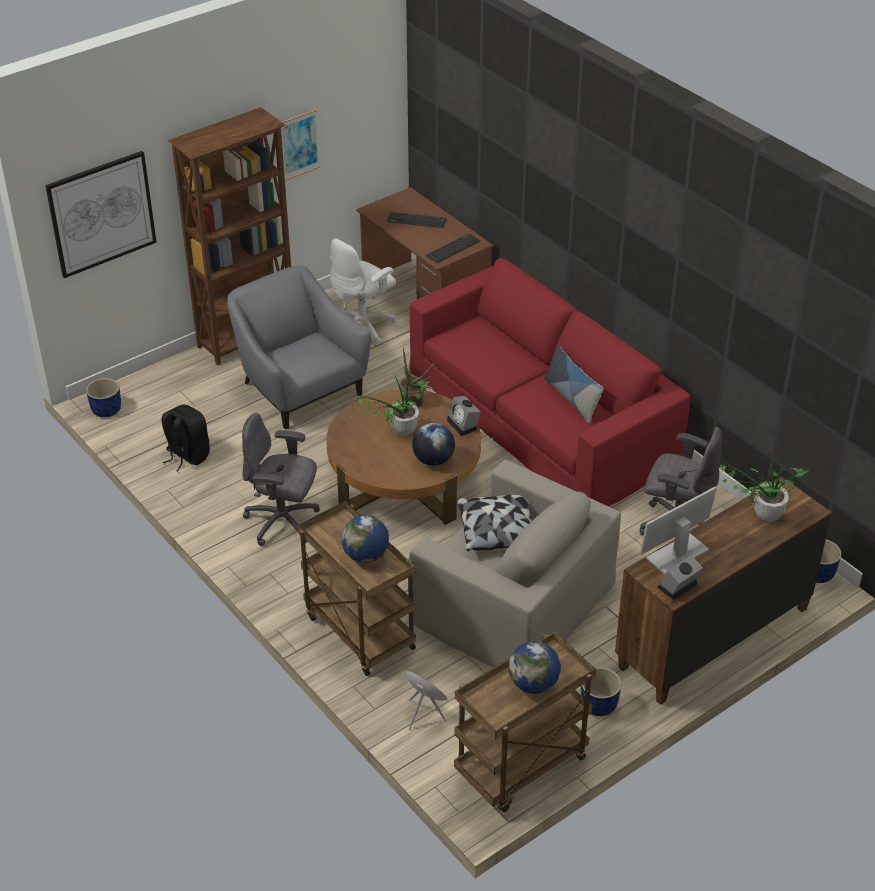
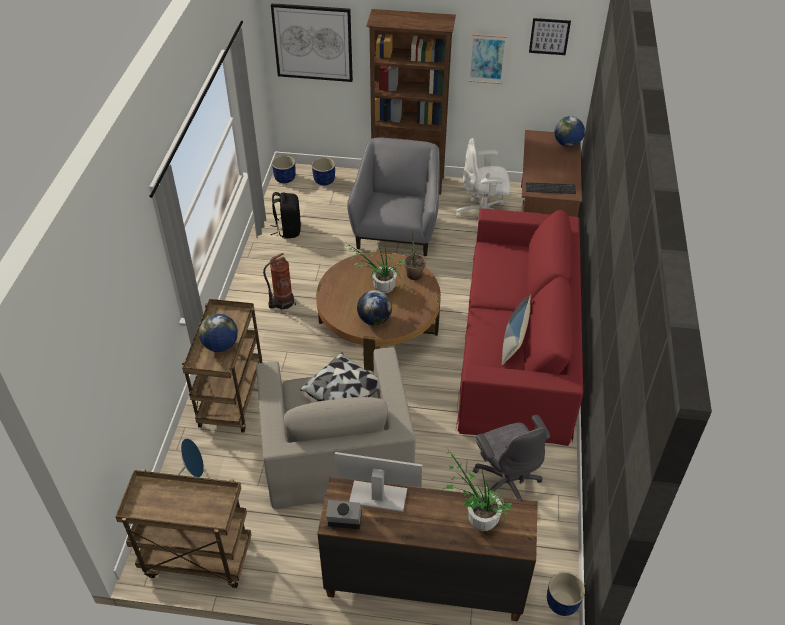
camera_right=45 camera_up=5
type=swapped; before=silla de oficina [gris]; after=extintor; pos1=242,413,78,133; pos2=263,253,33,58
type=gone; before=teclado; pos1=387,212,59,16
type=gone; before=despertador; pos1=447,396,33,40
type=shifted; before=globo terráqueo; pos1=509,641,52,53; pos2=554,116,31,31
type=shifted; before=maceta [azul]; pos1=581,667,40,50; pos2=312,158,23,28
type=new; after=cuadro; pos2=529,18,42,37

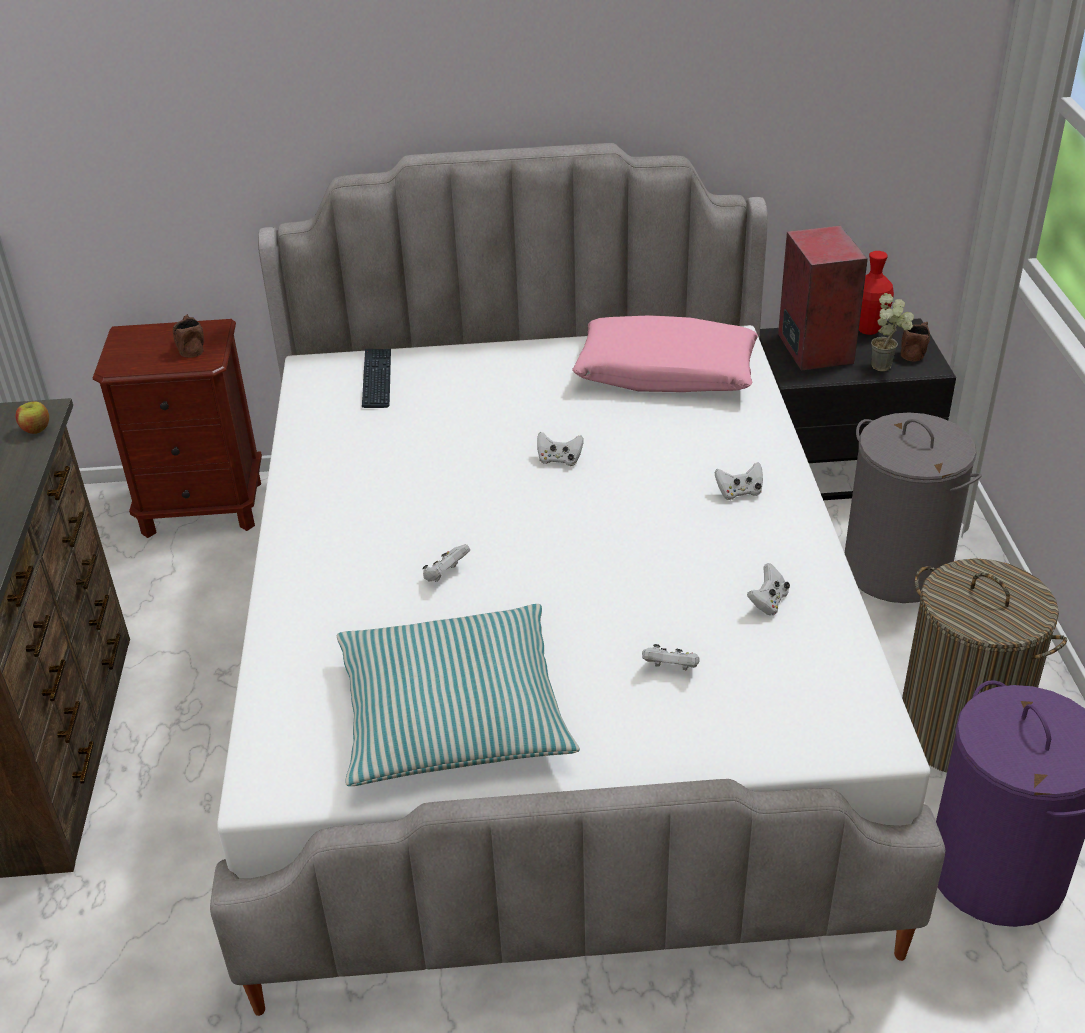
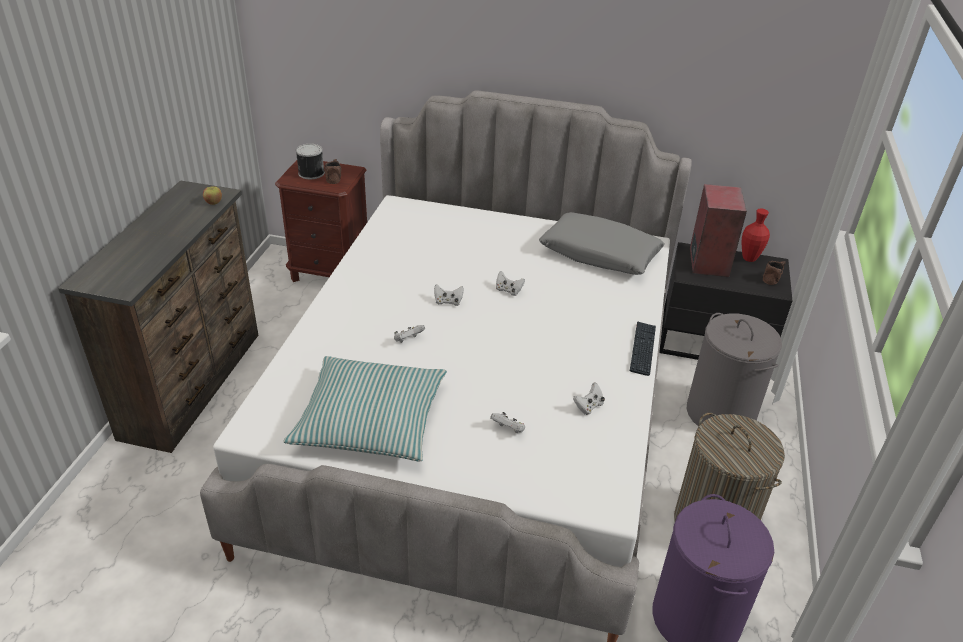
camera_right=15 camera_up=0
type=shifted; before=teclado; pos1=362,349,29,59; pos2=630,321,26,55
type=repainted; before=cojín [rosa]; after=cojín [gris]; pos1=572,316,186,76; pos2=539,212,126,63
type=shifted; before=mando de consola [blanco]; pos1=714,462,49,38; pos2=434,284,30,22
type=gone; before=planta en maceta; pos1=871,293,43,78
type=new; after=lata; pos2=296,144,29,35

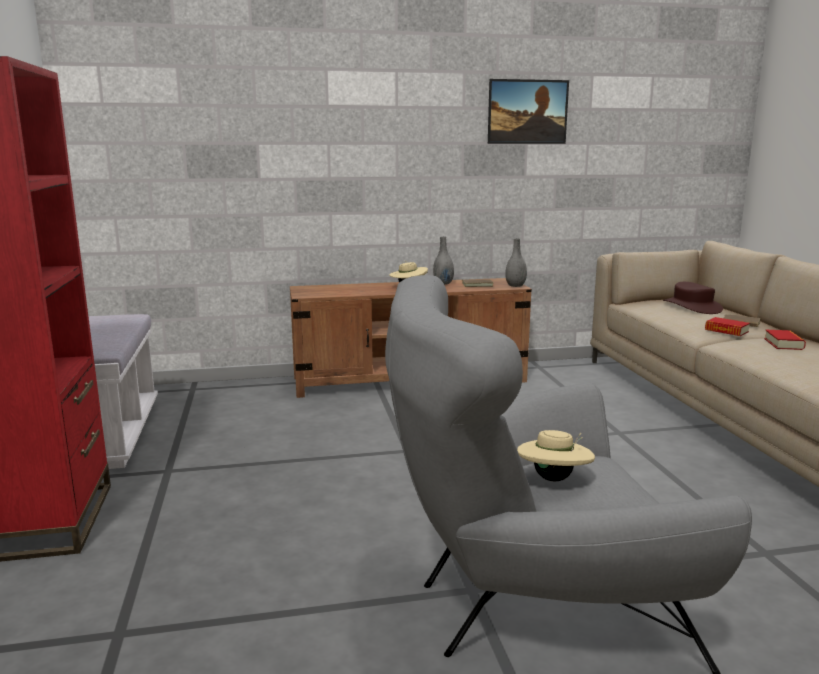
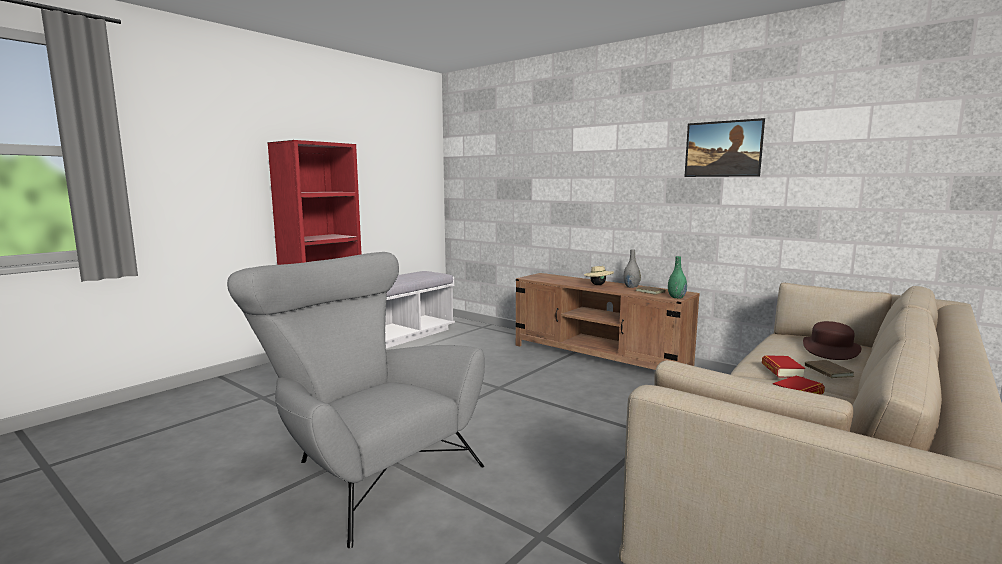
camera_right=50 camera_up=-5
type=repainted; before=florero [gris]; after=florero [verde]; pos1=505,238,22,49; pos2=668,256,19,42
type=gone; before=sombrero [beis]; pos1=517,430,78,51

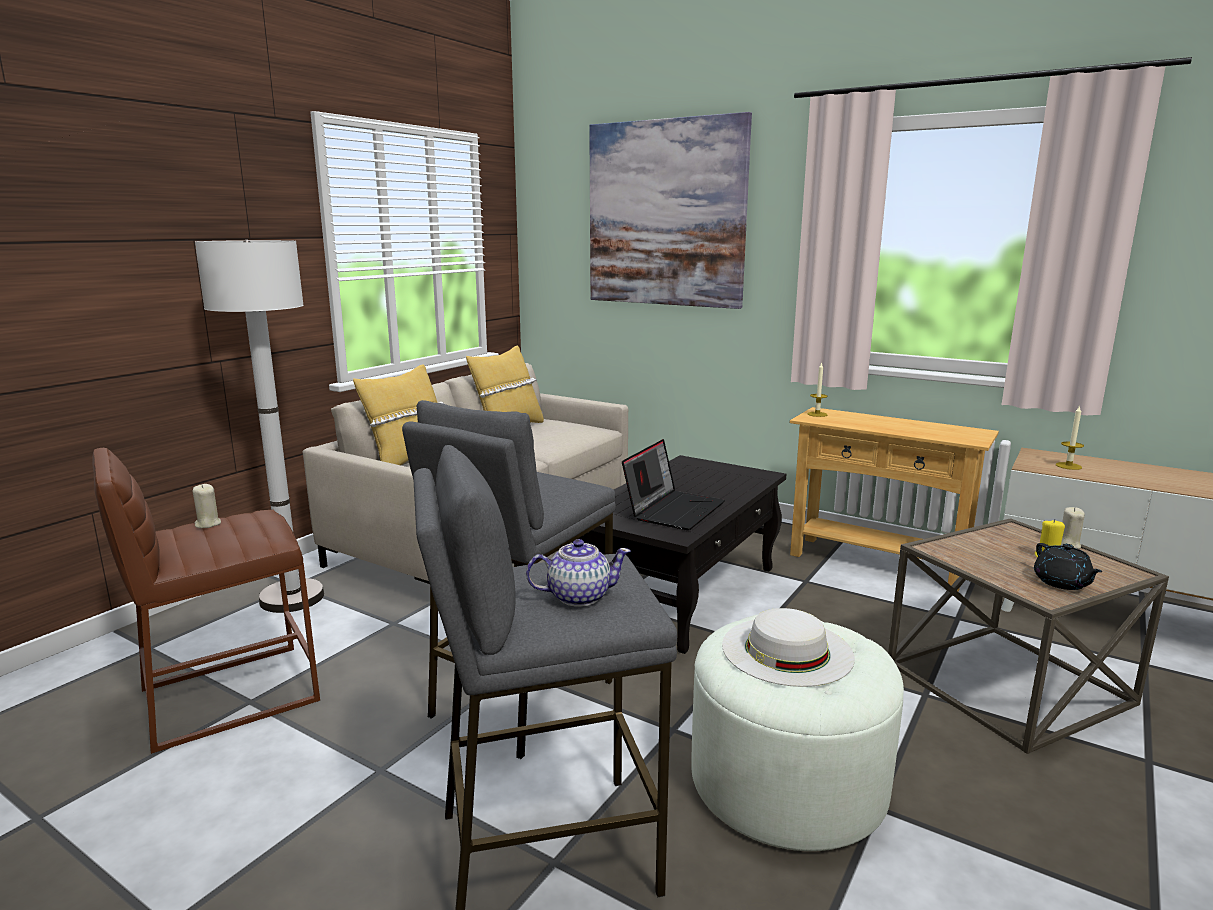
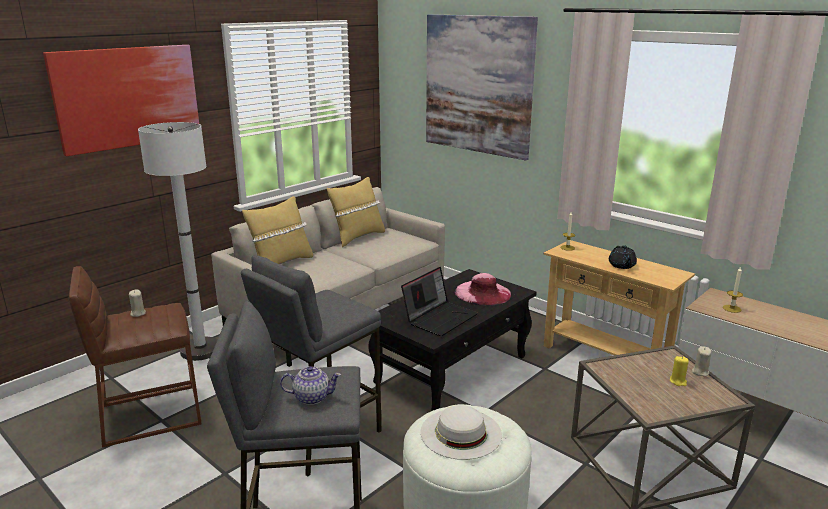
camera_right=10 camera_up=5
type=shifted; before=tetera [negro]; pos1=1034,543,68,47; pos2=609,245,28,24
type=new; after=cuadro; pos2=43,45,156,111
type=new; after=sombrero [rosa]; pos2=455,273,56,33

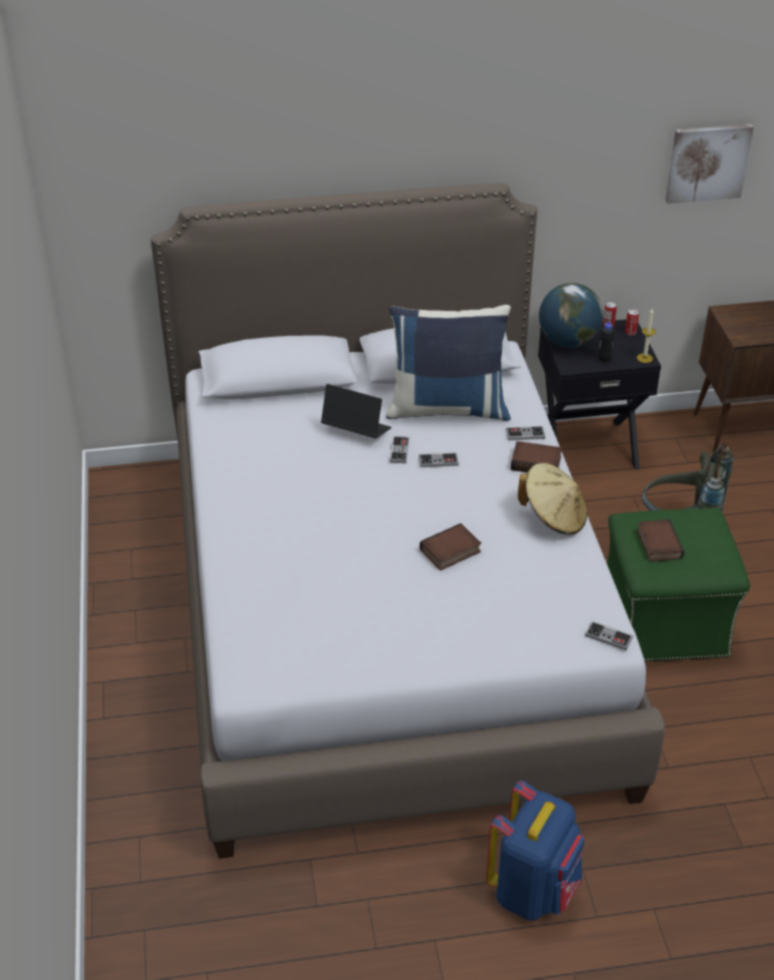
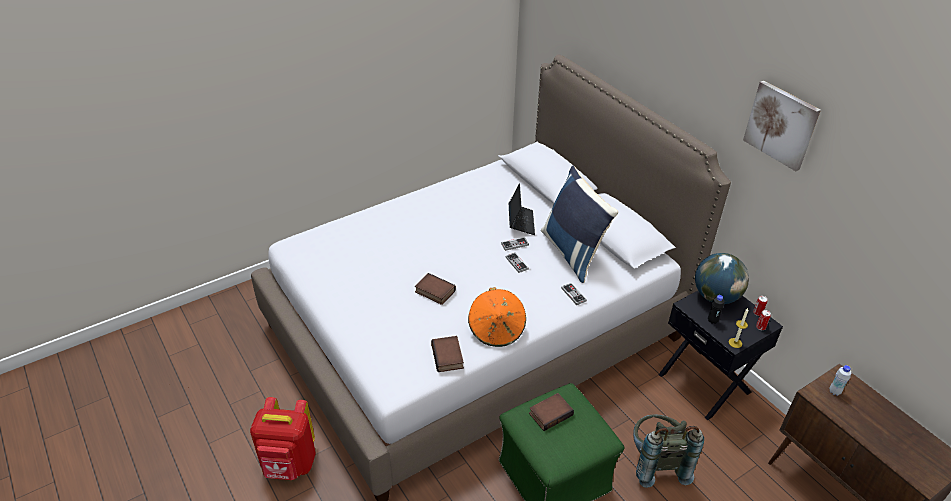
camera_right=65 camera_up=0
type=repainted; before=mochila [azul]; after=mochila [rojo]; pos1=486,780,99,141; pos2=250,397,66,83
type=shifted; before=libro; pos1=511,441,51,32; pos2=431,336,33,36
type=repainted; before=sombrero [beis]; after=sombrero [naranja]; pos1=518,463,69,72; pos2=468,287,58,60
type=gone; before=mando de consola; pos1=585,621,48,29
type=shifted; before=cuadro; pos1=666,124,88,80; pos2=743,81,78,90
type=new; after=botella [blanco]; pos2=829,365,22,31

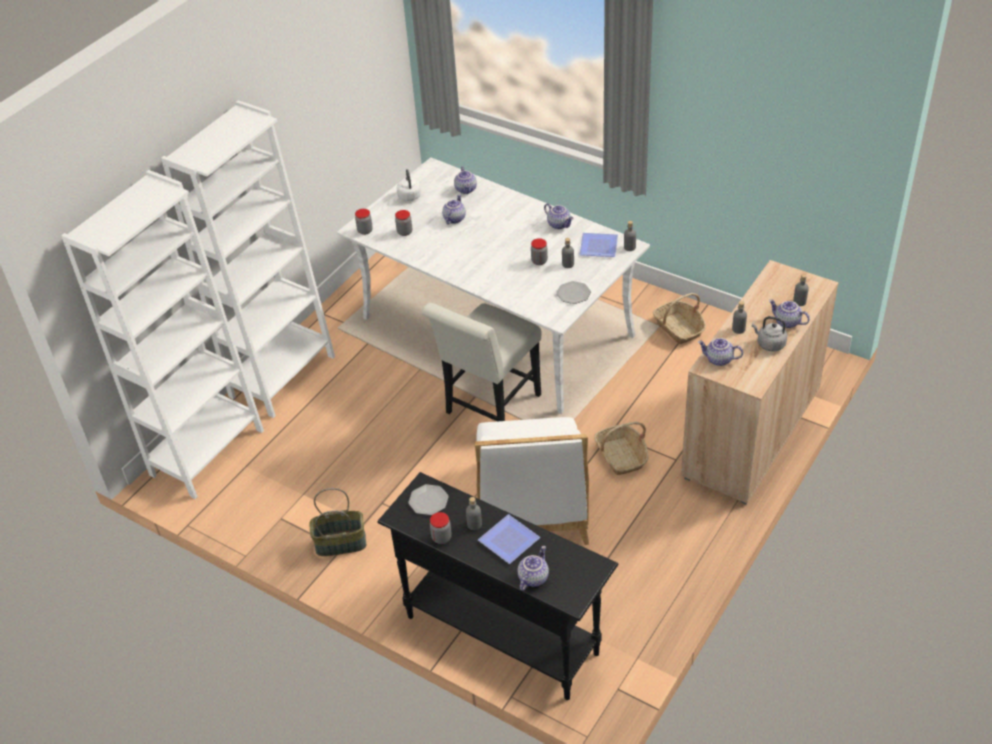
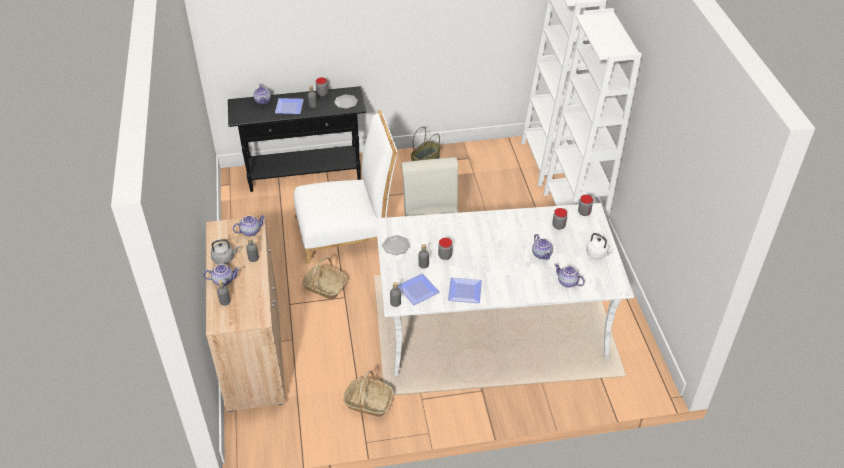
camera_right=135 camera_up=0
type=rotated; before=silla [blanco]; pos1=475,417,114,128; pos2=294,110,103,154; turn=120
type=swapped; before=tetera; after=plato; pos1=544,203,29,26; pos2=448,277,34,26

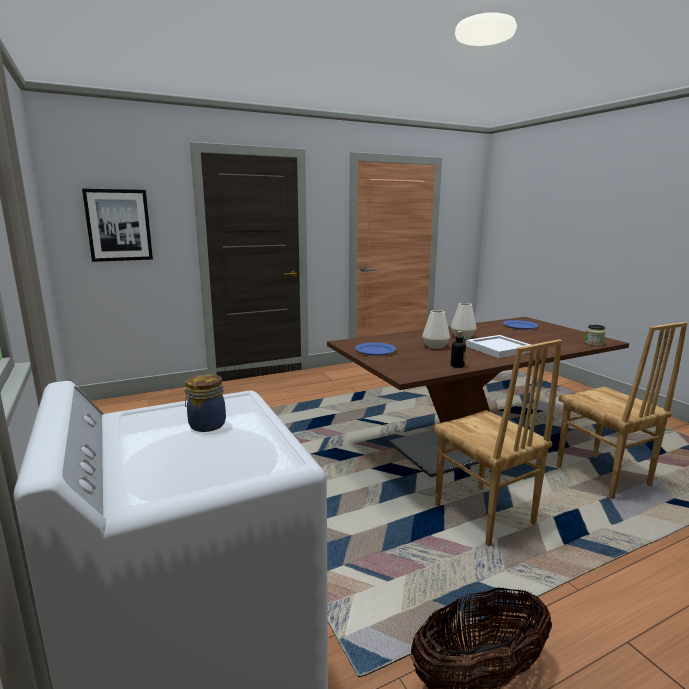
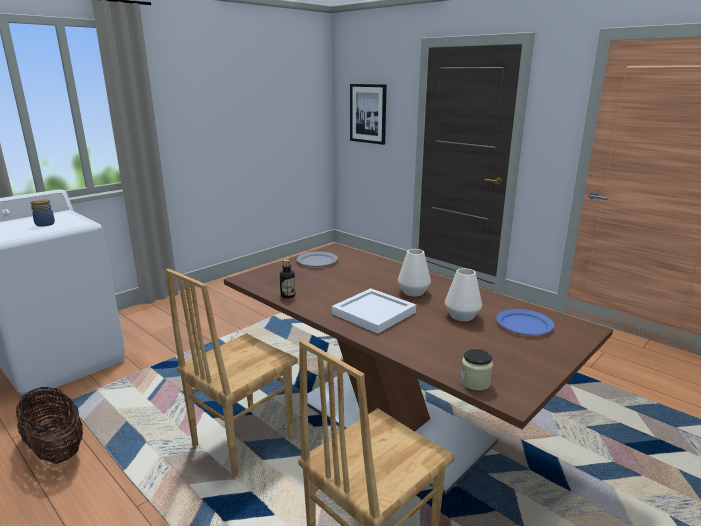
camera_right=70 camera_up=5
type=repainted; before=plato [azul]; after=plato [gris]; pos1=355,342,41,14; pos2=297,251,41,16
type=shifted; before=florero [blanco]; pos1=422,310,28,39; pos2=445,268,37,53

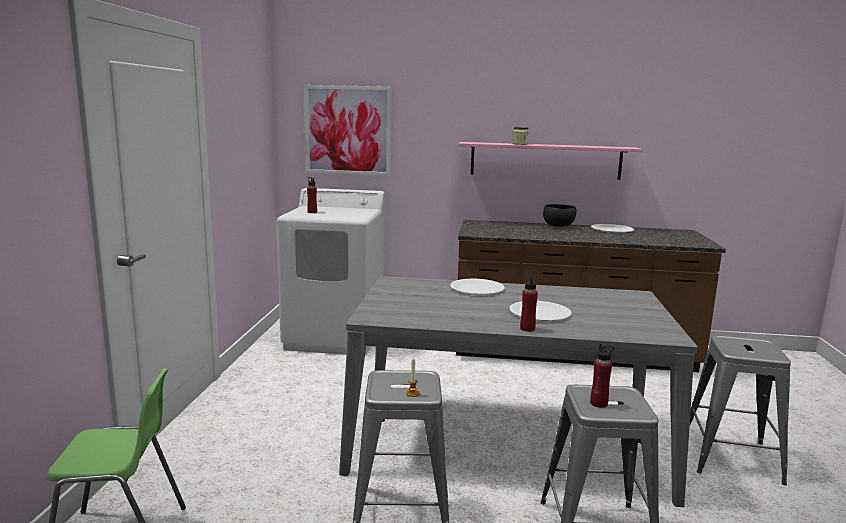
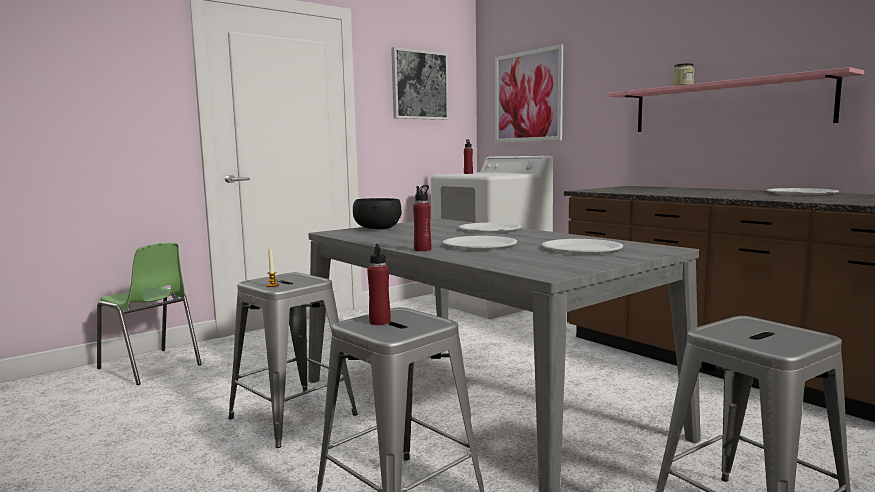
camera_right=45 camera_up=-5
type=shifted; before=cuenco [negro]; pos1=543,204,33,23; pos2=353,198,49,31
type=new; after=cuadro; pos2=391,47,58,73
type=new; after=plato [blanco]; pos2=542,239,81,15

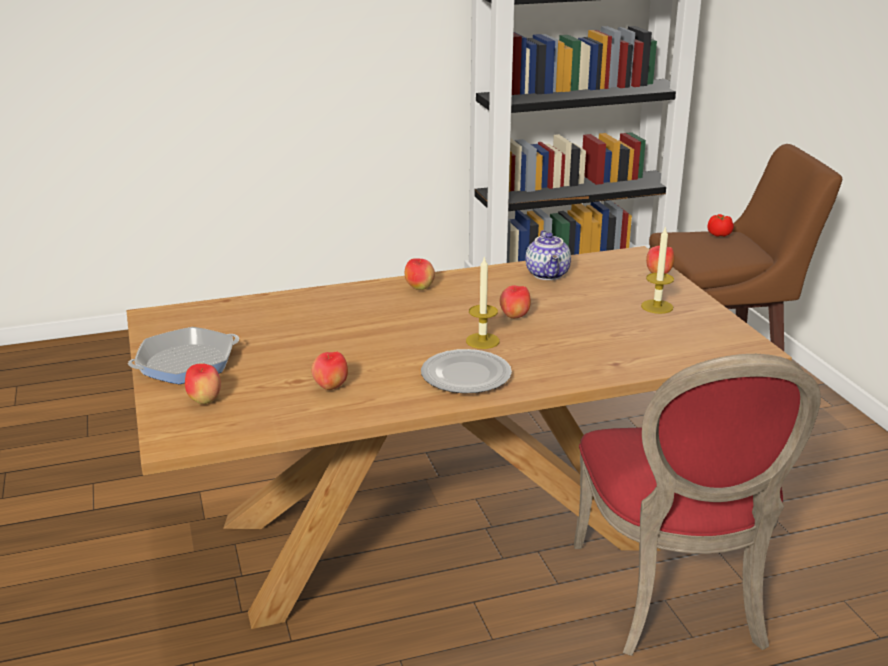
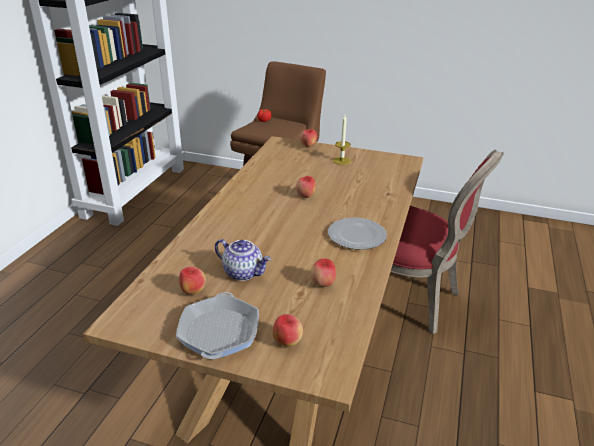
camera_right=-55 camera_up=5
type=shifted; before=manzana; pos1=405,258,30,32; pos2=179,267,27,28
type=gone; before=vela; pos1=466,256,34,93
type=shifted; before=tetera; pos1=526,230,45,50; pos2=215,239,56,42

